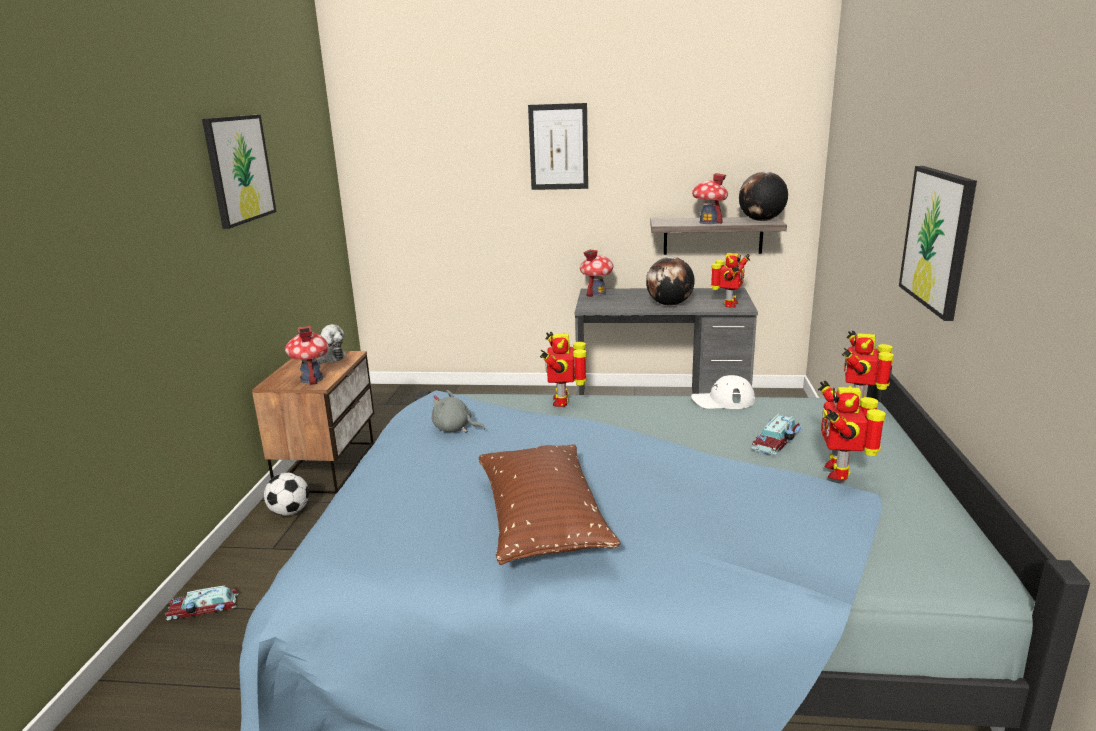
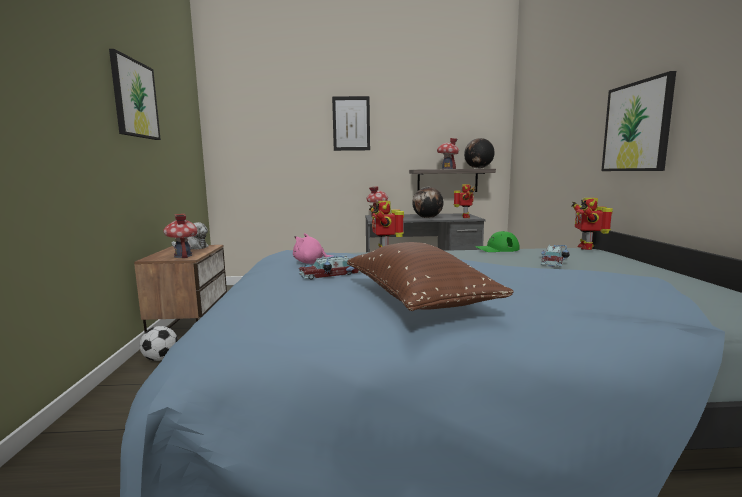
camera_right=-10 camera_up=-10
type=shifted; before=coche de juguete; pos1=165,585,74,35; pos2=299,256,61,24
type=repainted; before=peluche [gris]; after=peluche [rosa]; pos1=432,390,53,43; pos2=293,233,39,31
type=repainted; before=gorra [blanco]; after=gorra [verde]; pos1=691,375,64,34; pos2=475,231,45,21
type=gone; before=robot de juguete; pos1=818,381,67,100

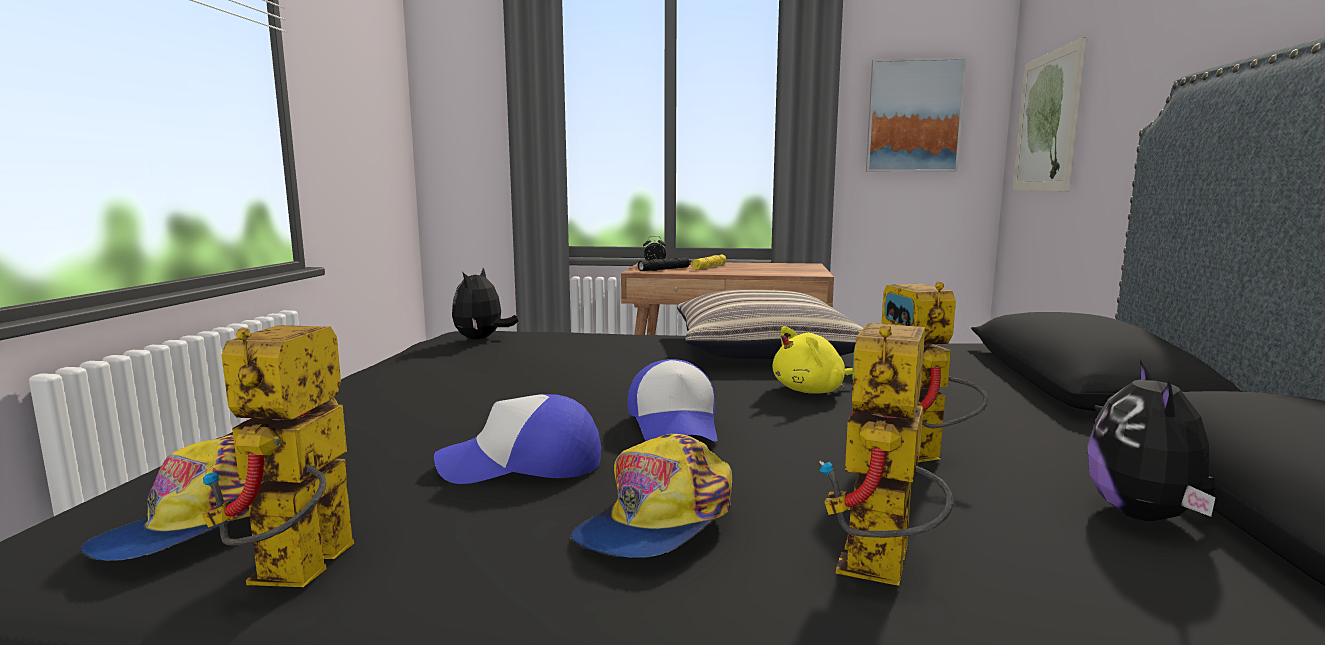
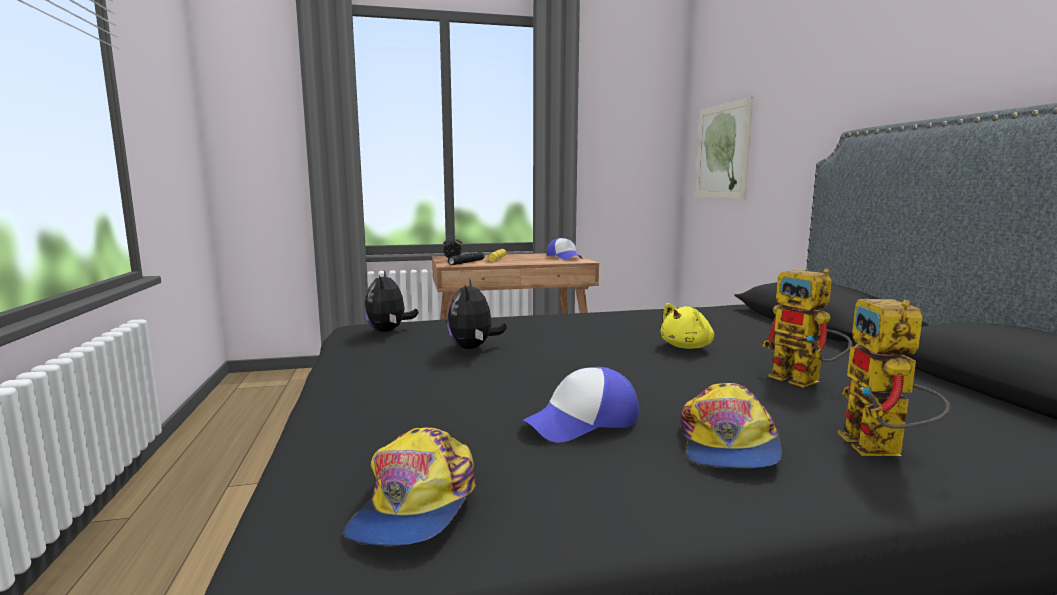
camera_right=-20 camera_up=0
type=gone; before=robot de juguete; pos1=202,325,152,262
type=shifted; before=gorra; pos1=627,359,90,83; pos2=546,238,36,22
type=gone; before=cojín; pos1=677,290,186,69
type=gone; before=cuadro; pos1=866,57,101,115
type=shifted; before=peluche; pos1=1087,359,129,162; pos2=447,279,60,70

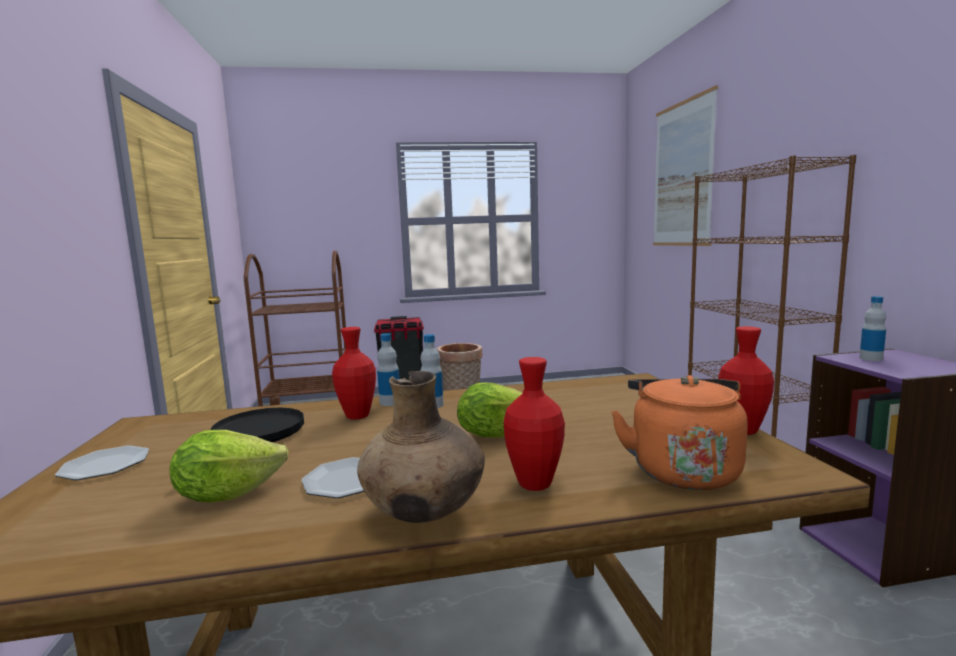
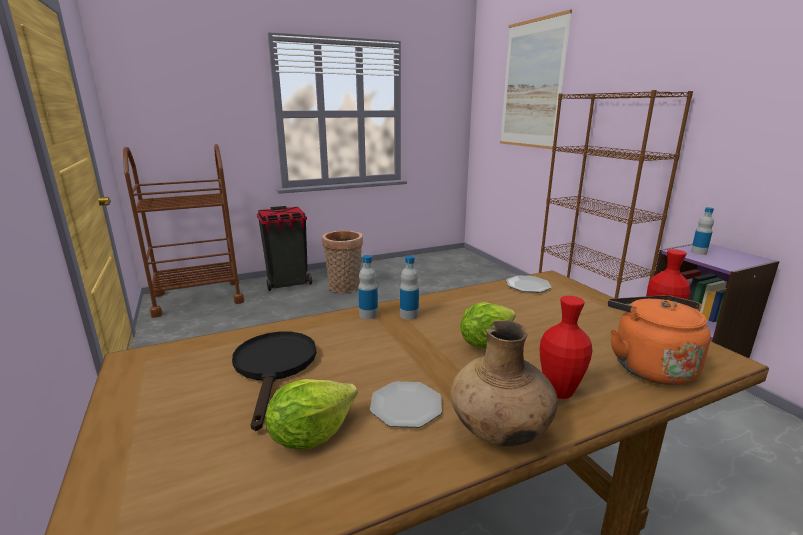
camera_right=-15 camera_up=10
type=shifted; before=plato; pos1=55,445,94,35; pos2=506,275,45,17
type=gone; before=florero [rojo]; pos1=332,327,44,93

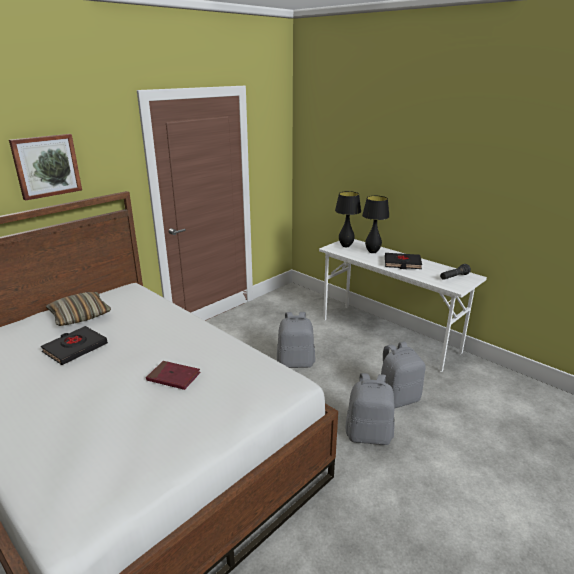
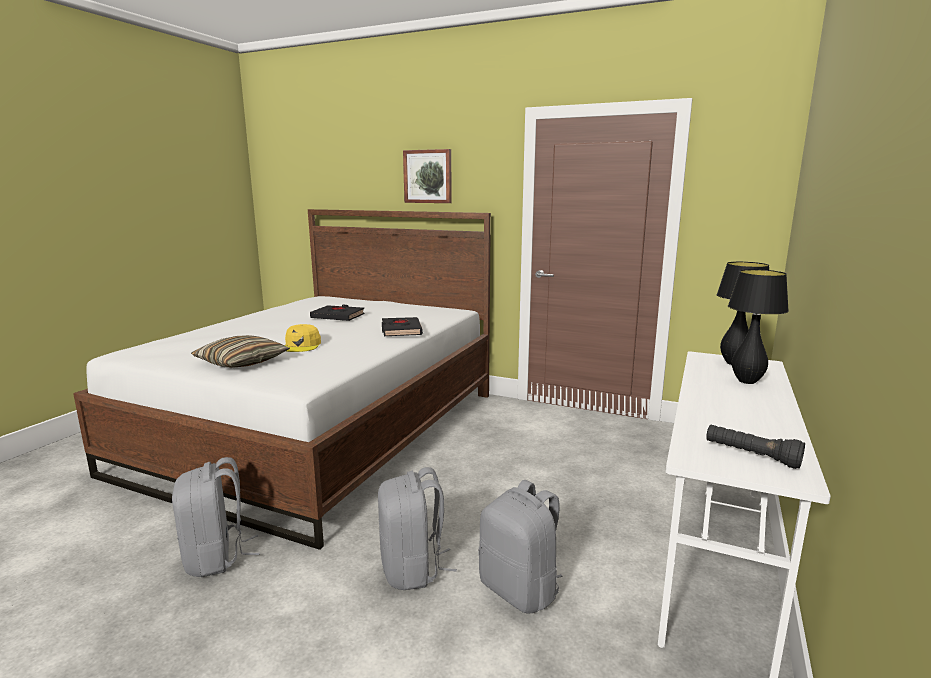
camera_right=70 camera_up=-10
type=shifted; before=cojín; pos1=46,292,65,34; pos2=191,335,99,33
type=swapped; before=libro [rojo]; after=gorra [amarillo]; pos1=146,361,55,29; pos2=285,324,36,28
type=shifted; before=mochila [gris]; pos1=277,312,38,56; pos2=172,457,88,120
type=shifted; before=libro [negro]; pos1=385,253,37,16; pos2=382,317,41,19

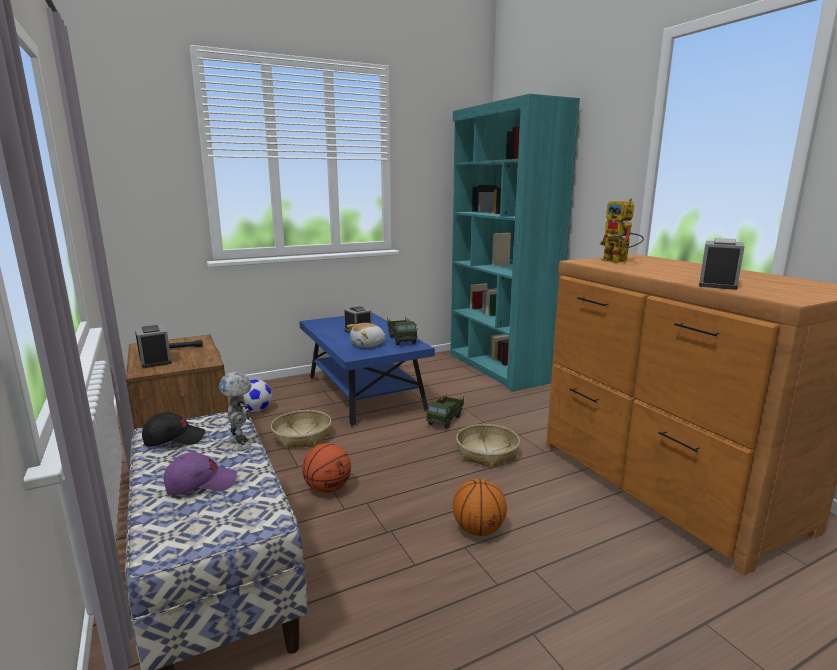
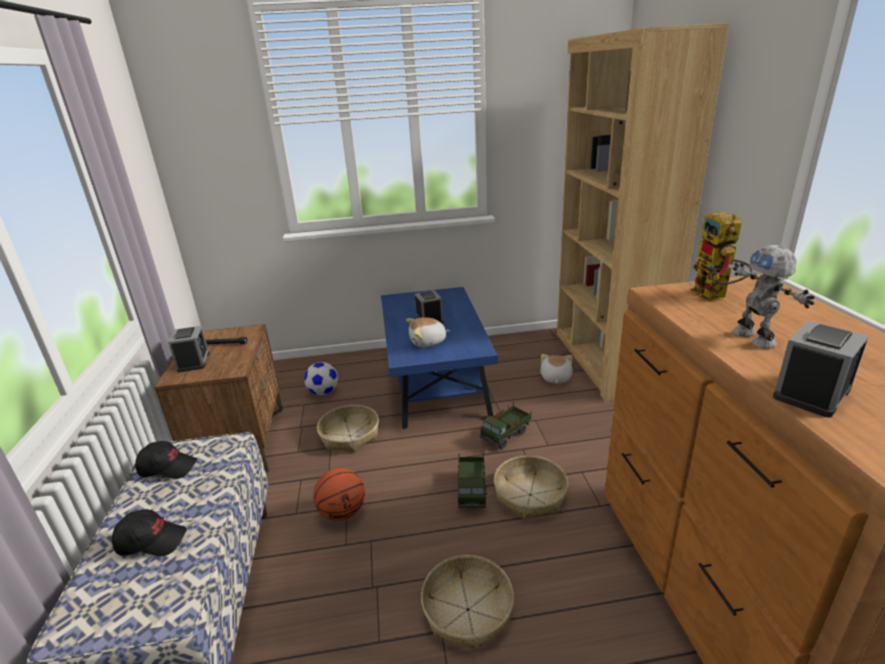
camera_right=20 camera_up=10
type=repainted; before=gorra [morado]; after=gorra [negro]; pos1=164,452,73,43; pos2=112,509,75,47
type=shifted; before=robot de juguete; pos1=219,372,33,79; pos2=733,245,82,104
type=shifted; before=camión de juguete; pos1=387,316,30,29; pos2=457,452,30,56
type=repainted; before=estantería [turquesa]; after=estantería [marrón]; pos1=450,94,130,297; pos2=557,23,172,379
type=swapped; before=balón de baloncesto; after=cesta; pos1=453,479,54,57; pos2=421,555,93,95
type=new; after=peluche; pos2=541,354,32,29

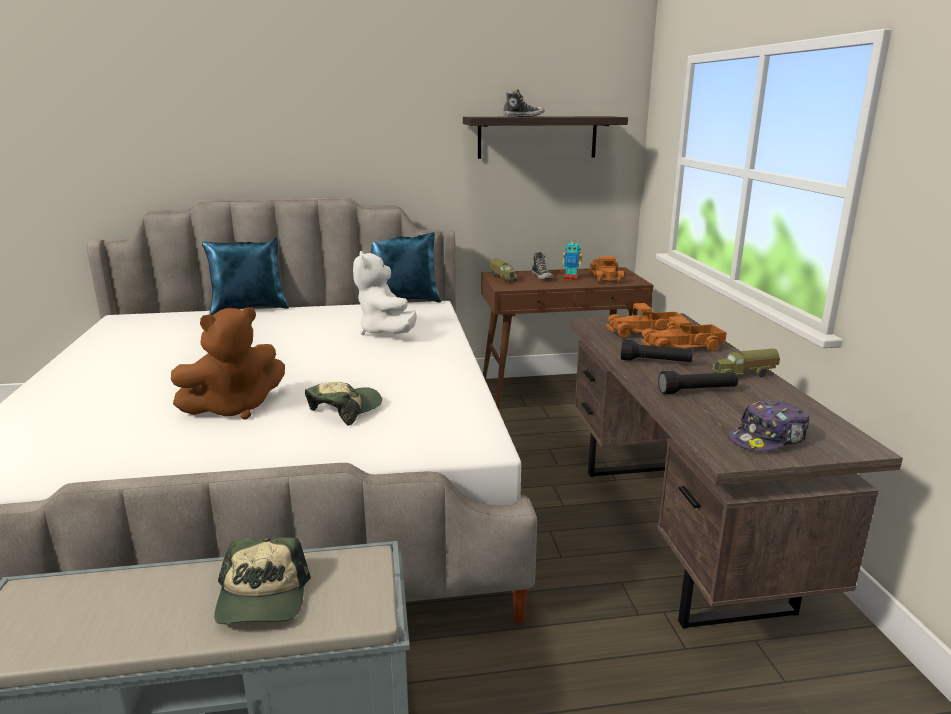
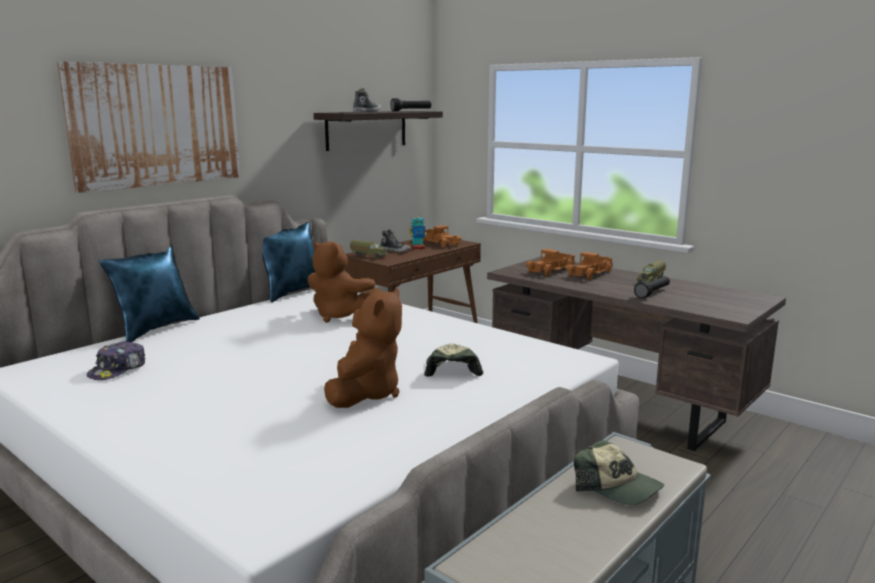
camera_right=-40 camera_up=-5
type=repainted; before=peluche [blanco]; after=peluche [marrón]; pos1=353,251,64,84; pos2=308,241,74,82
type=shifted; before=linterna [negro]; pos1=621,339,72,23; pos2=390,98,41,13
type=shifted; before=gorra; pos1=728,400,81,52; pos2=87,341,58,39
type=new; after=cuadro; pos2=57,61,183,132

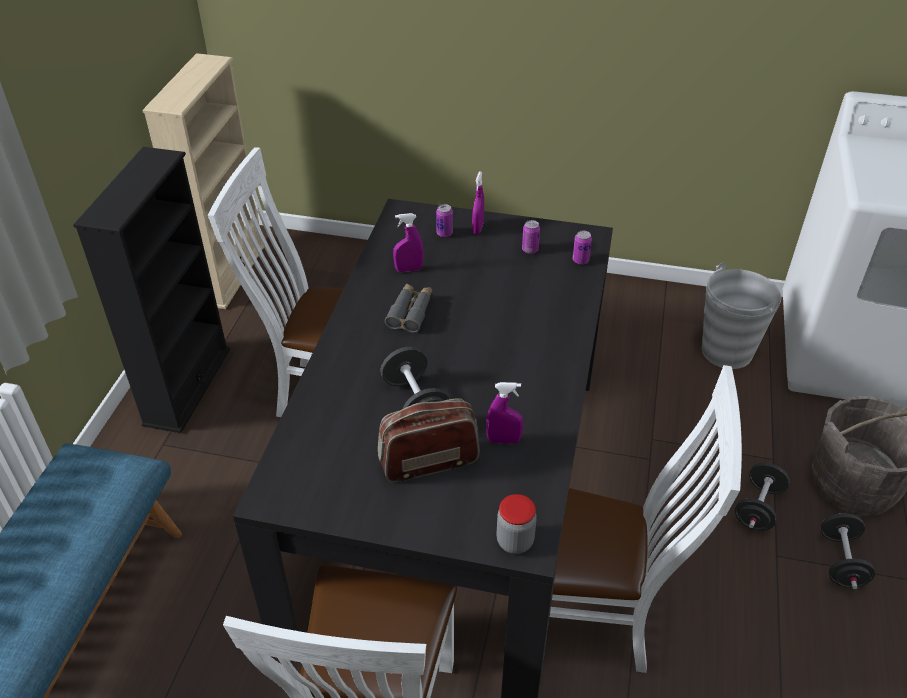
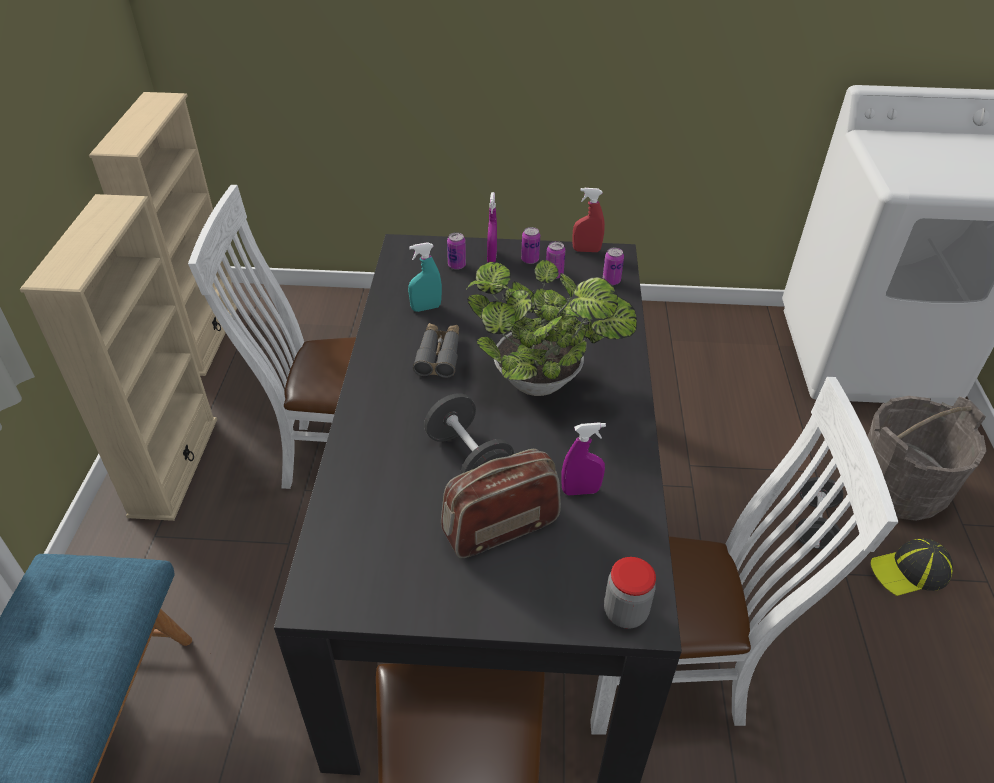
camera_right=-10 camera_up=0
type=repainted; before=estantería [negro]; after=estantería [beis]; pos1=73,147,157,286; pos2=20,194,197,327
type=repainted; before=pulverizador [morado]; after=pulverizador [turquesa]; pos1=393,213,30,59; pos2=408,242,34,70
type=gone; before=cubo [gris]; pos1=702,263,79,106
type=swapped; before=mancuerna [negro]; after=gorra; pos1=821,513,54,76; pos2=870,538,83,58
type=new; after=planta en maceta; pos2=467,260,170,136
type=new; after=lata; pos2=521,227,19,37
type=new; after=pulverizador [rojo]; pos2=572,188,33,64

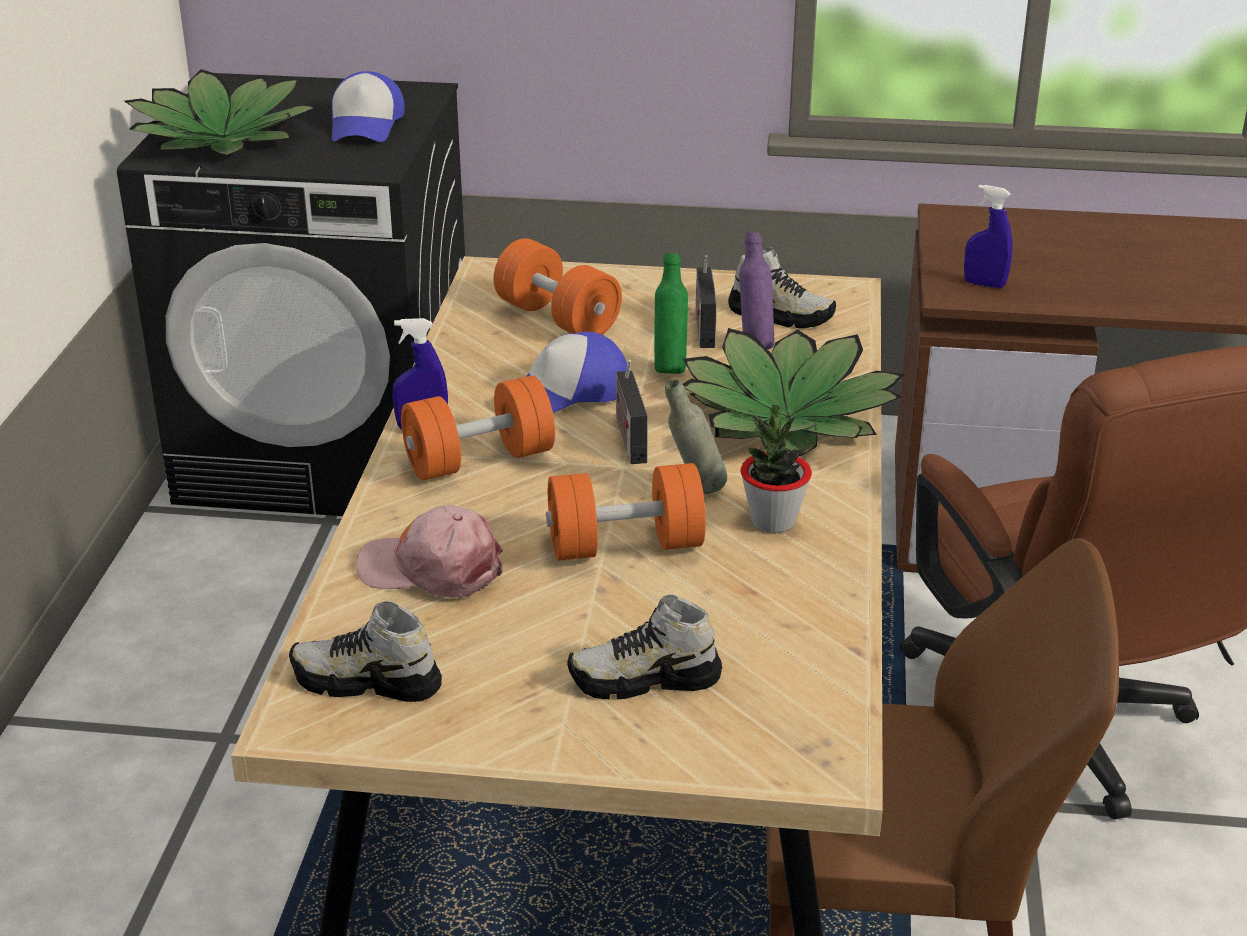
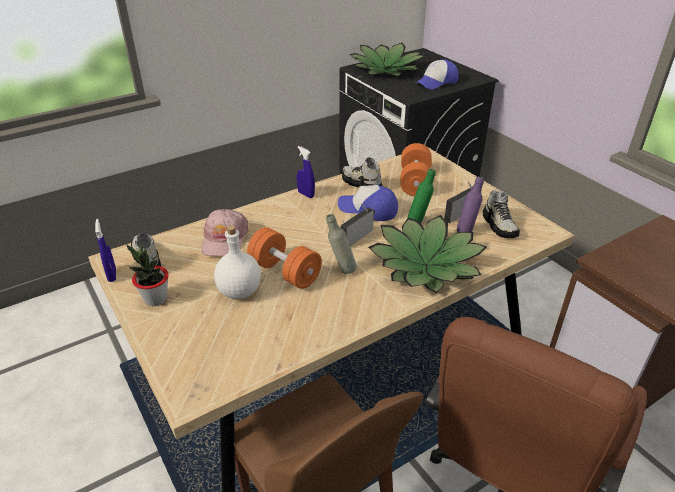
camera_right=50 camera_up=5
type=rotated; before=gorra [rosa]; pos1=356,505,147,93; pos2=202,209,46,47; turn=-150
type=gone; before=mancuerna [naranja]; pos1=401,376,154,104
type=shifted; before=zapato; pos1=567,594,155,105; pos2=342,158,40,29
type=shifted; before=planta en maceta; pos1=740,405,72,128; pos2=127,244,42,62
type=shifted; before=pulverizador [azul]; pos1=964,185,49,103; pos2=95,219,21,63
type=new; after=botella [blanco]; pos2=214,225,47,74

